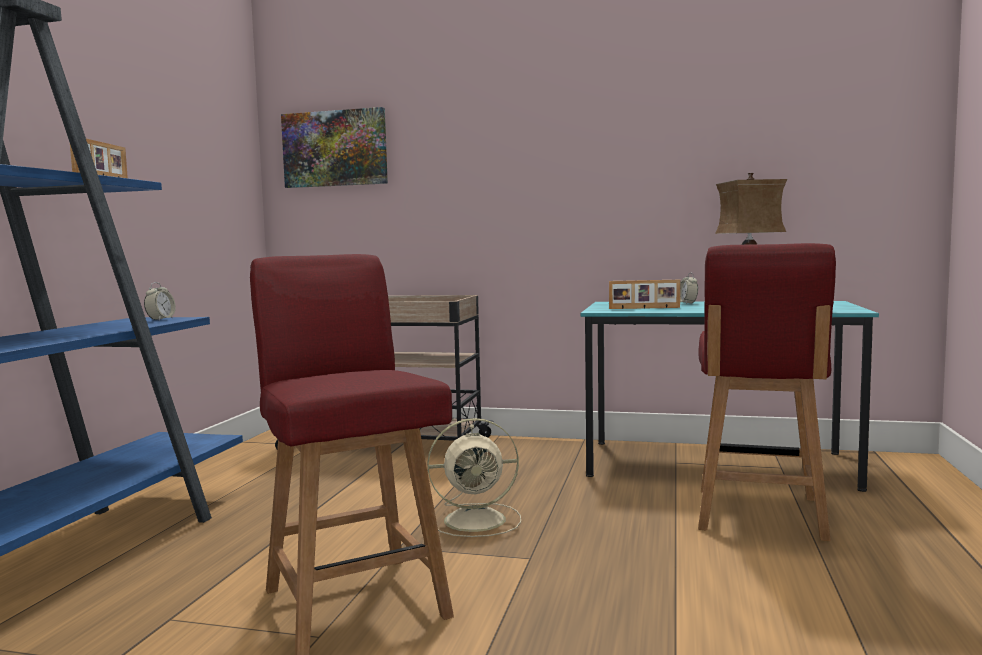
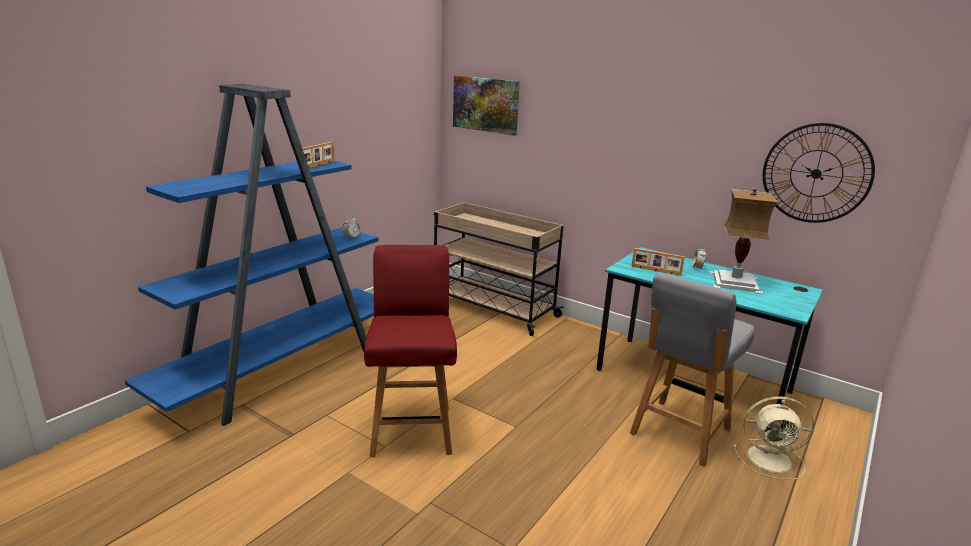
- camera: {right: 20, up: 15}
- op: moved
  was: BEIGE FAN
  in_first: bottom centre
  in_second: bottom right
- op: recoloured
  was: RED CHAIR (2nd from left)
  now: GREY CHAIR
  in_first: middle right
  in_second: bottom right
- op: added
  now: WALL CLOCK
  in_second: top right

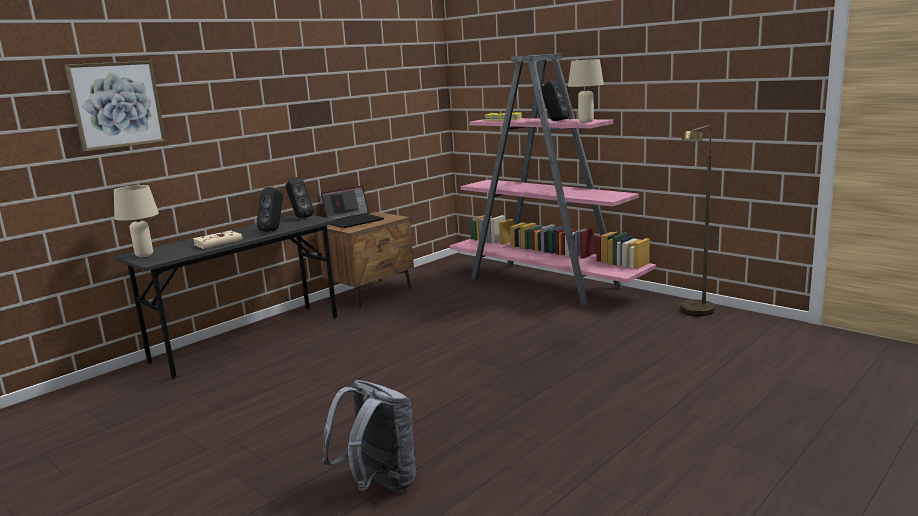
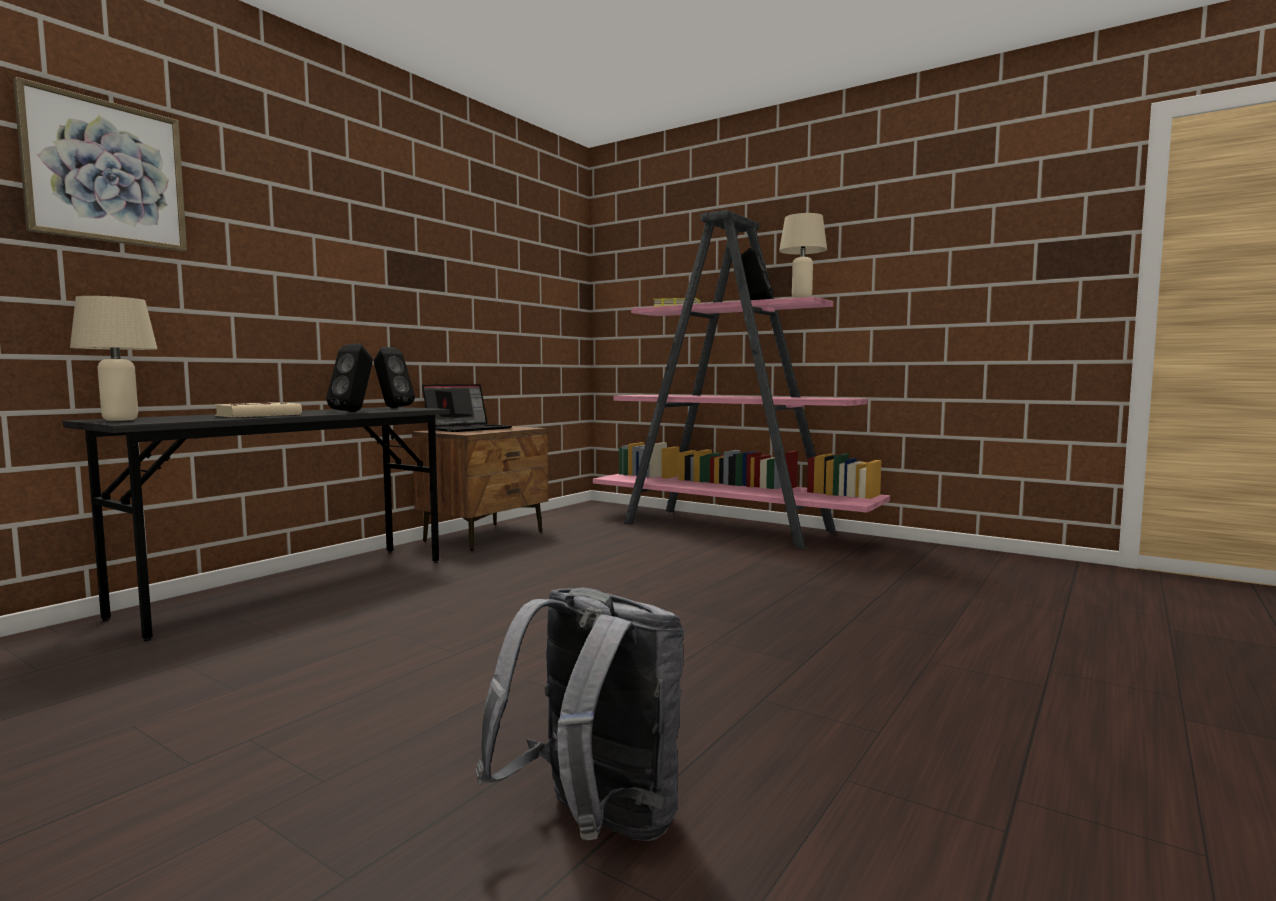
- camera: {right: -10, up: -10}
- op: removed
  was: BROWN FLOOR LAMP
  in_first: middle right

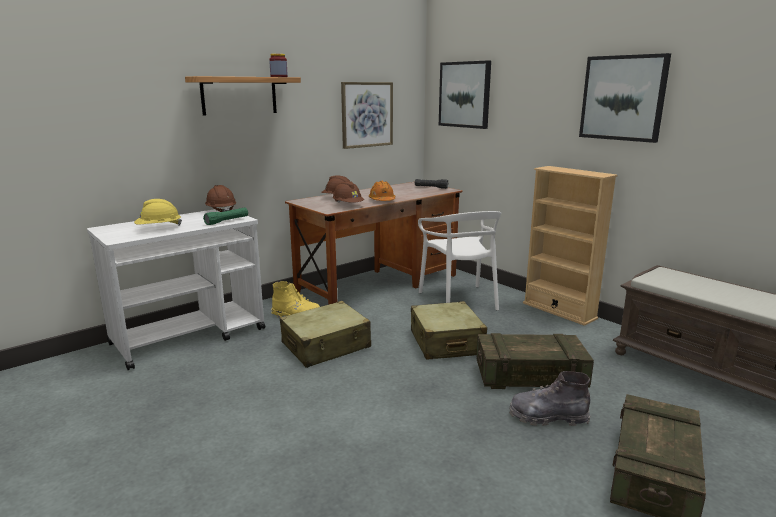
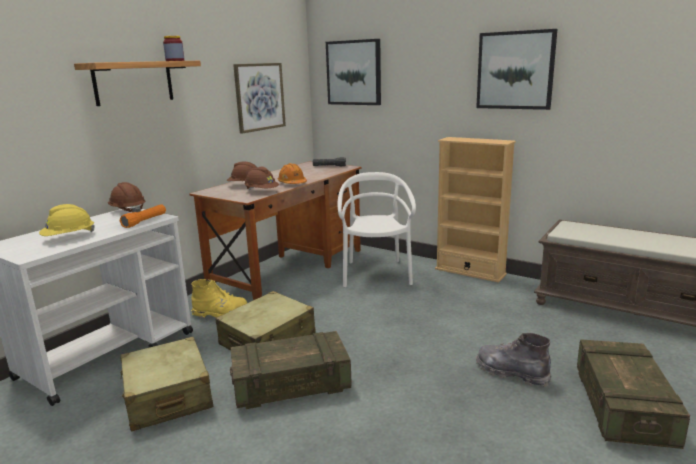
- camera: {right: -15, up: 0}
- op: recoloured
  was: GREEN FLASHLIGHT
  now: ORANGE FLASHLIGHT
  in_first: middle left
  in_second: middle left
- op: moved
  was: BEIGE SUITCASE (2nd from left in the first image)
  now: BEIGE SUITCASE (1st from left)
  in_first: centre
  in_second: bottom left
- op: turned
  was: WHITE CHAIR
  in_first: centre
  in_second: centre
  clockwise: -150
- op: moved
  was: CRATE (1st from left)
  in_first: bottom right
  in_second: bottom centre
- op: turned
  was: GREY BOOT
  in_first: bottom right
  in_second: bottom right
  clockwise: 45

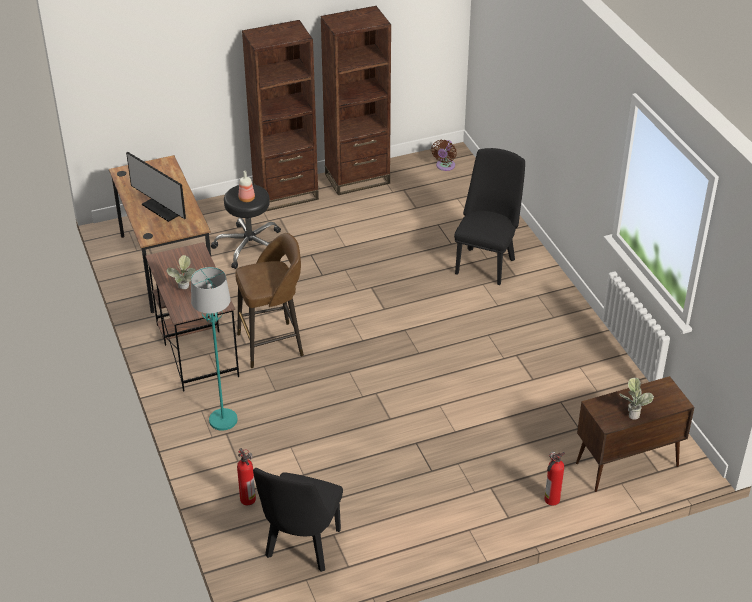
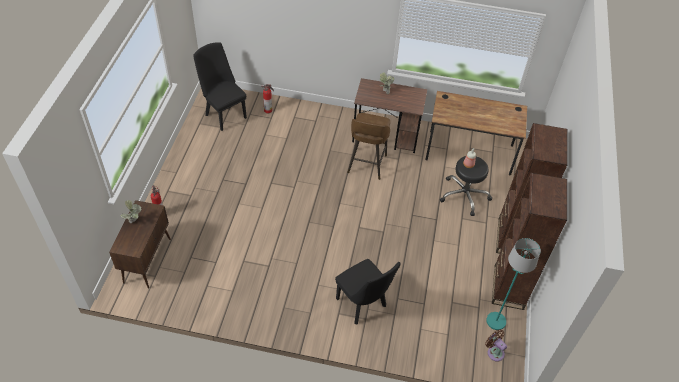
- camera: {right: 120, up: 10}
- op: removed
  was: MONITOR
  in_first: top left
- op: moved
  was: TURQUOISE FLOOR LAMP
  in_first: middle left
  in_second: bottom right

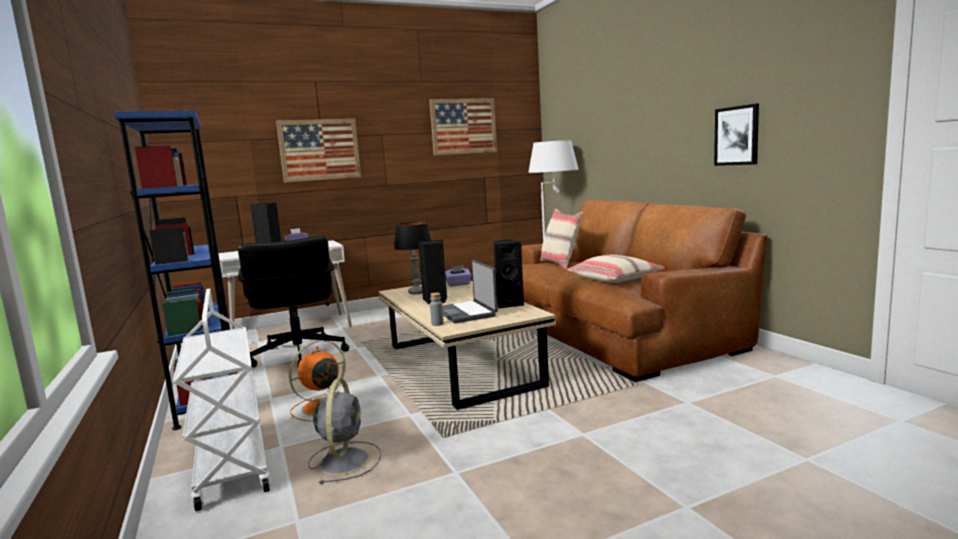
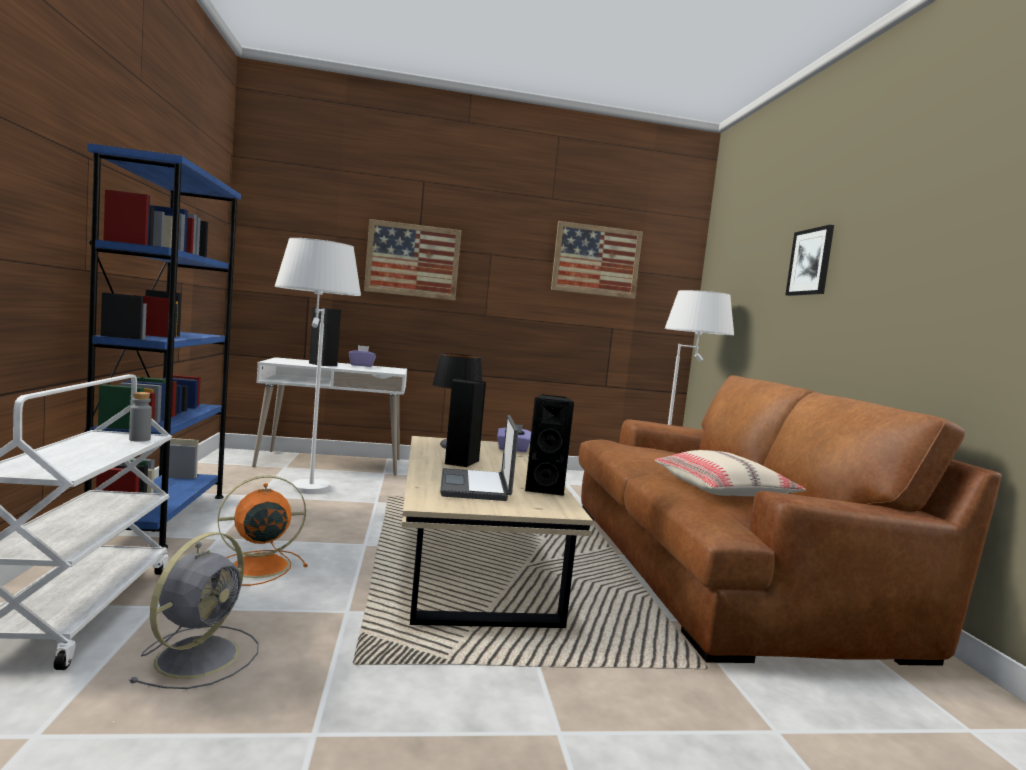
- camera: {right: 15, up: -5}
- op: replaced
  was: BLACK OFFICE CHAIR
  now: WHITE FLOOR LAMP (1st from left)
  in_first: middle left
  in_second: middle left
- op: moved
  was: GREY BOTTLE
  in_first: centre
  in_second: middle left
- op: removed
  was: BEIGE PILLOW (1st from left)
  in_first: centre
- op: moved
  was: PICTURE (3rd from left)
  in_first: top right
  in_second: middle right

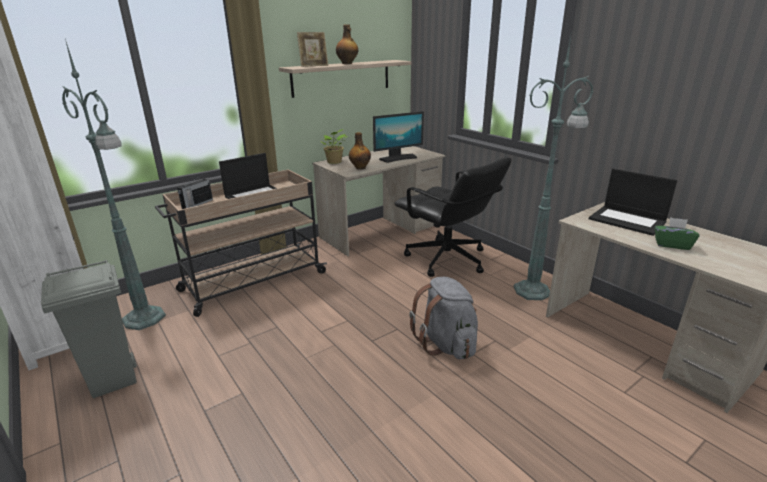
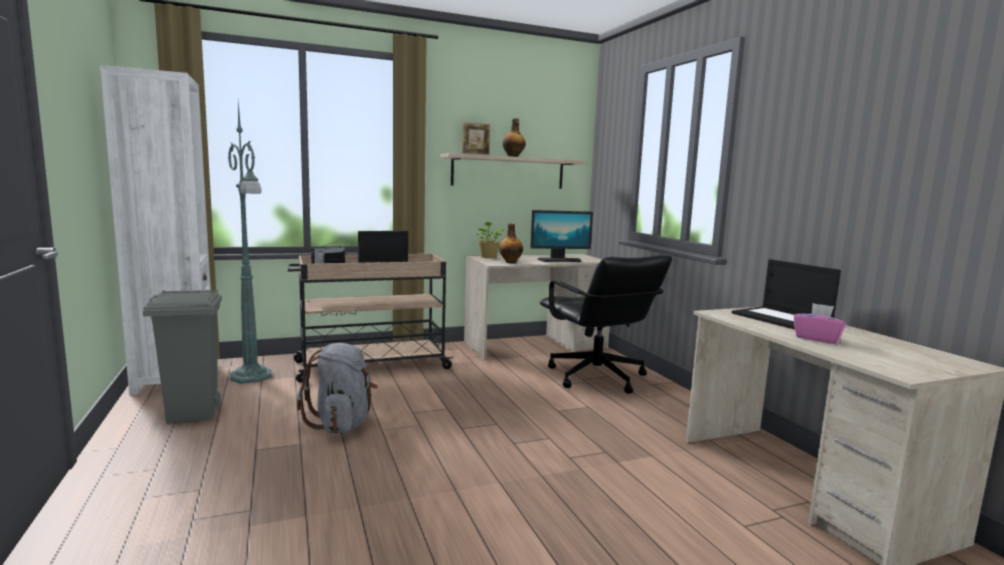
- camera: {right: 15, up: -15}
- op: moved
  was: GREY BACKPACK
  in_first: centre
  in_second: bottom centre
- op: removed
  was: GREEN FLOOR LAMP (2nd from left)
  in_first: middle right
- op: recoloured
  was: GREEN TISSUE BOX
  now: PINK TISSUE BOX
  in_first: middle right
  in_second: middle right

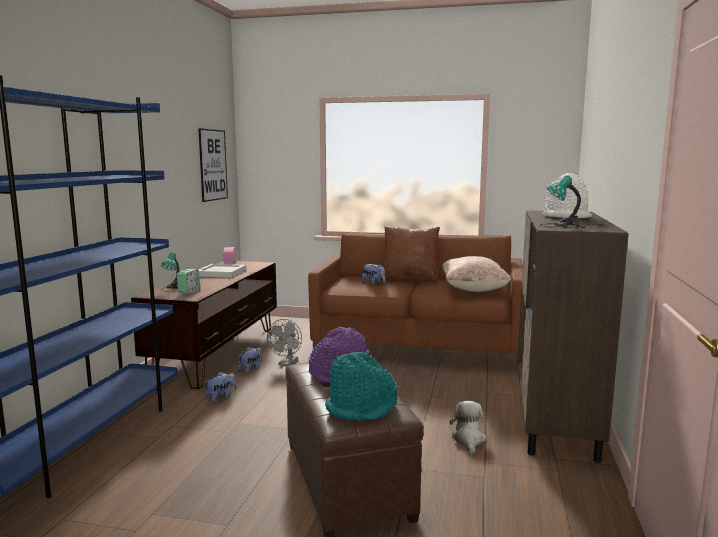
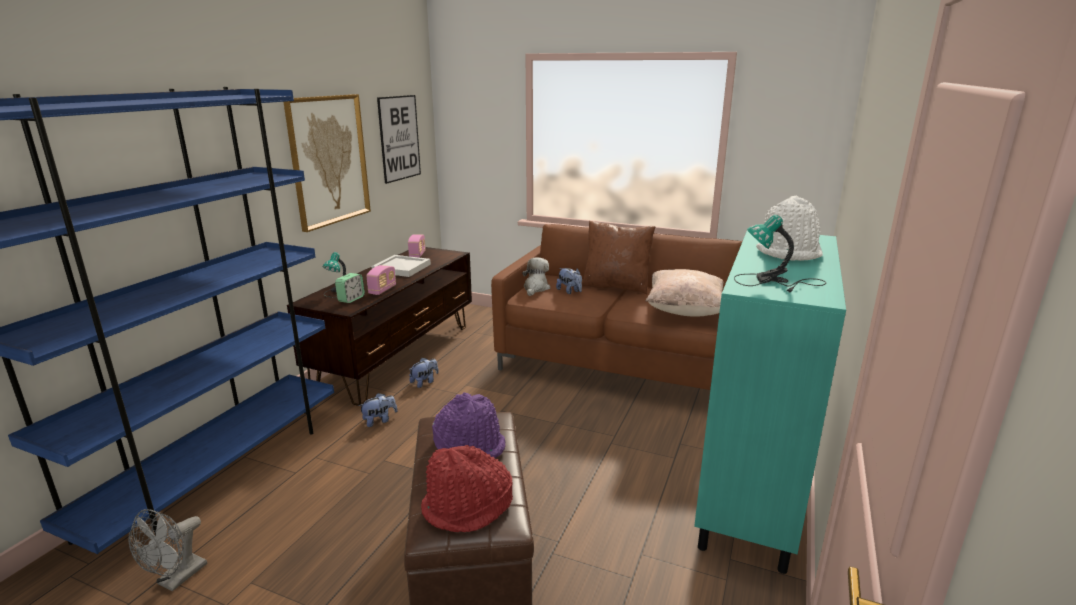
- camera: {right: 10, up: 10}
- op: moved
  was: GREY FAN
  in_first: centre
  in_second: bottom left
- op: recoloured
  was: TURQUOISE HAT
  now: RED HAT
  in_first: bottom centre
  in_second: bottom centre
- op: moved
  was: PLUSH TOY (4th from left in the first image)
  now: PLUSH TOY (3rd from left)
  in_first: bottom centre
  in_second: centre
- op: recoloured
  was: BROWN CABINET
  now: TURQUOISE CABINET
  in_first: middle right
  in_second: middle right
- op: added
  now: PICTURE (1st from left)
  in_second: top left
- op: added
  now: RADIO (1st from left)
  in_second: centre

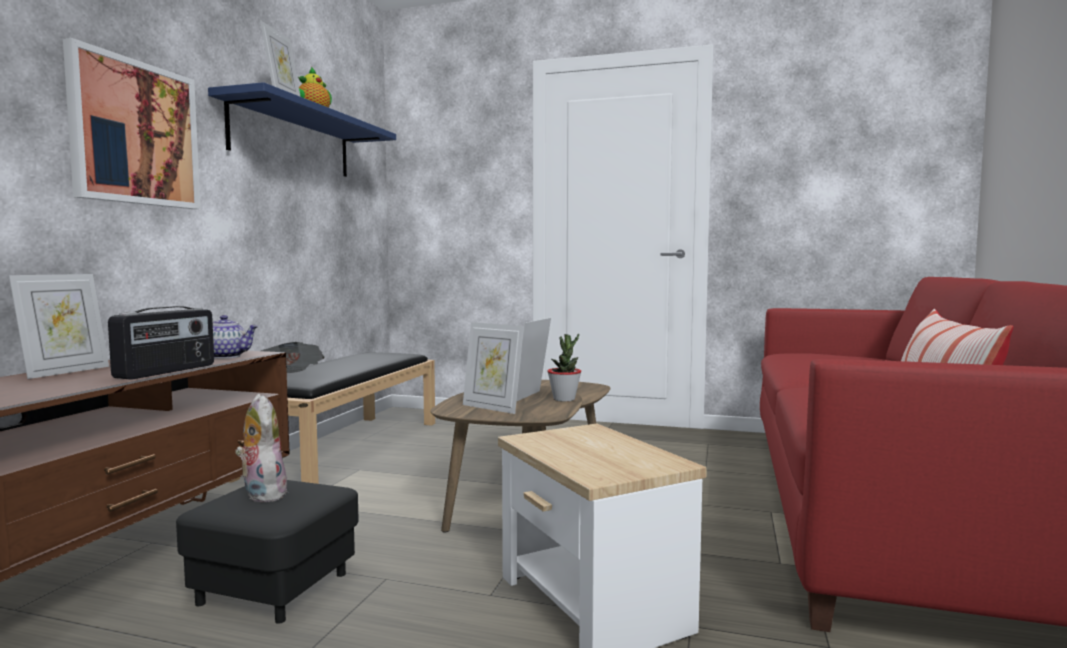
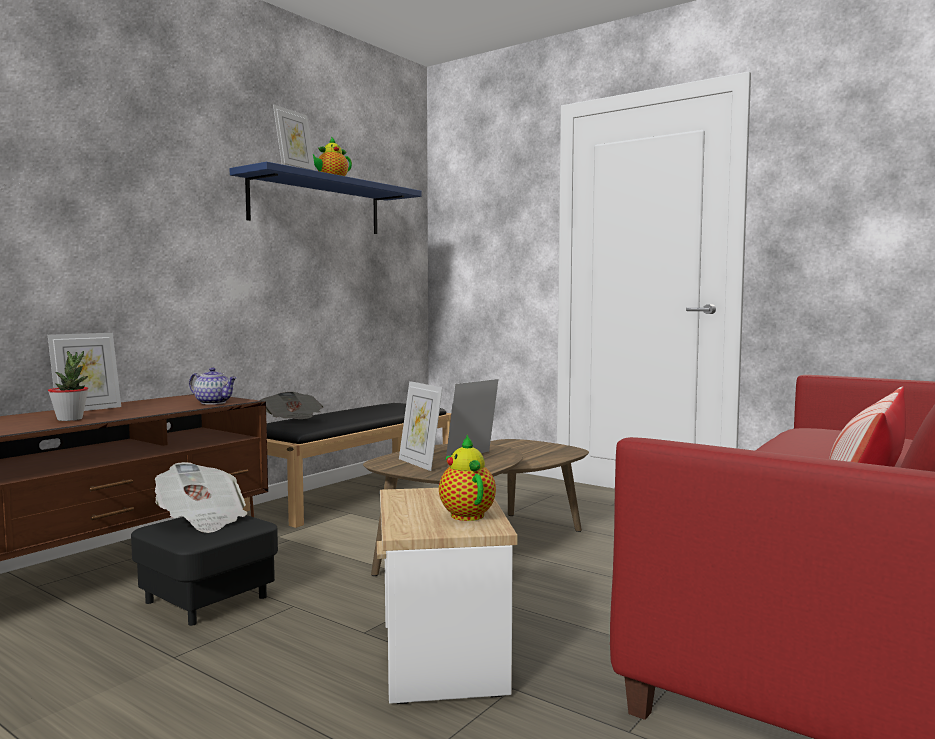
- camera: {right: 20, up: 0}
- op: removed
  was: PICTURE
  in_first: top left
- op: removed
  was: RADIO
  in_first: middle left
- op: replaced
  was: PLUSH TOY
  now: NEWSPAPER (1st from left)
  in_first: bottom left
  in_second: bottom left
- op: moved
  was: POTTED PLANT
  in_first: centre
  in_second: middle left
- op: added
  now: TEAPOT (3rd from left)
  in_second: centre

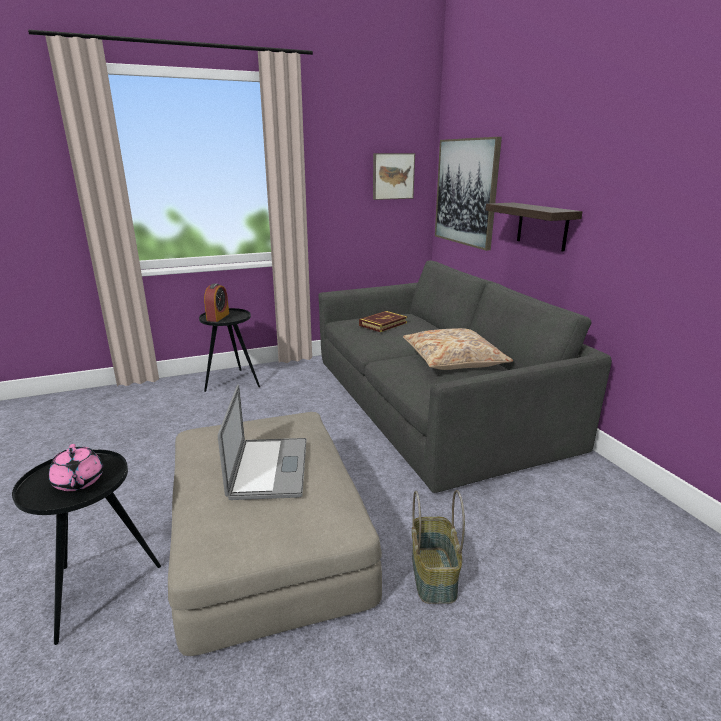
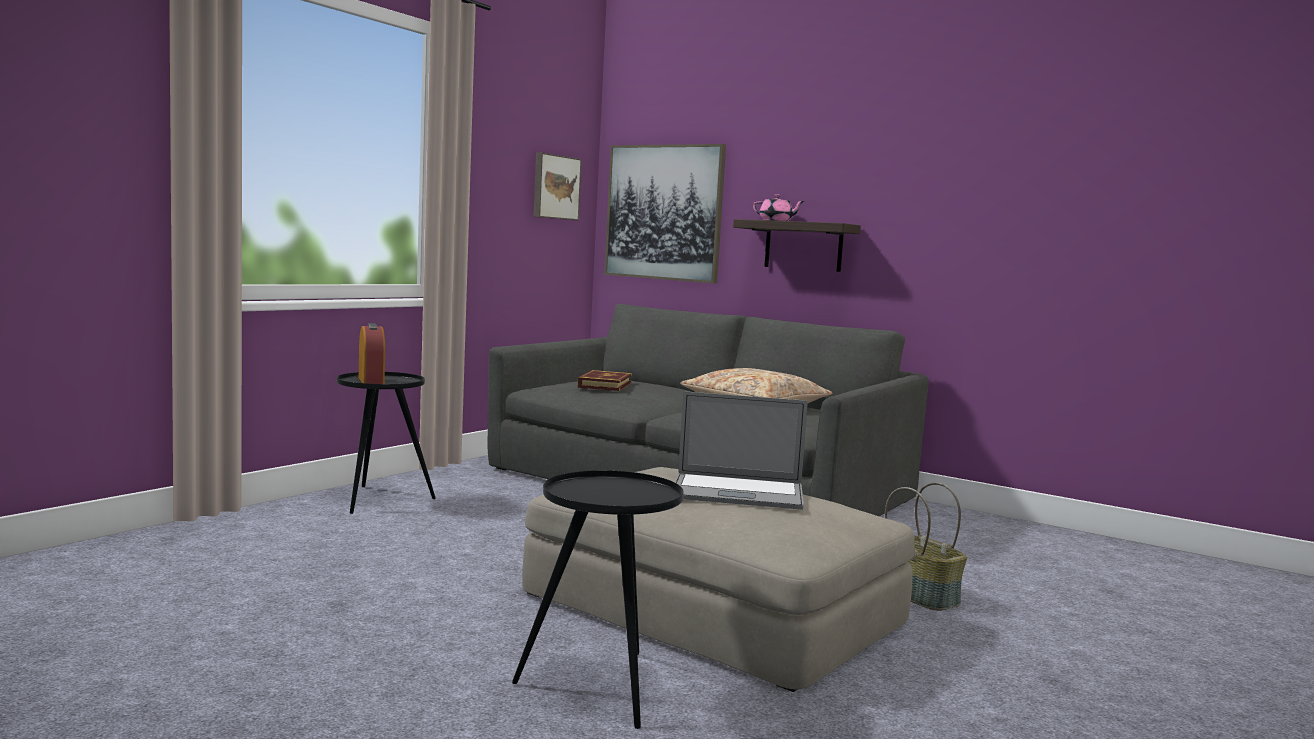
- camera: {right: -35, up: -15}
- op: moved
  was: PINK TEAPOT
  in_first: middle left
  in_second: top centre
- op: turned
  was: LAPTOP
  in_first: centre
  in_second: centre
  clockwise: 135

